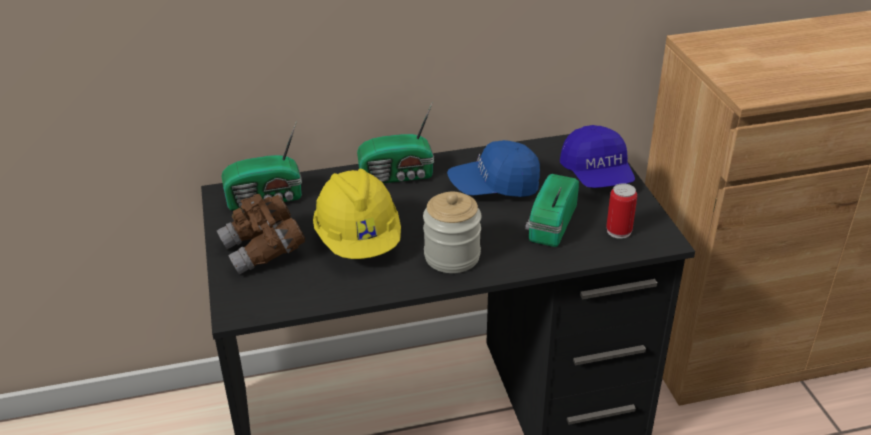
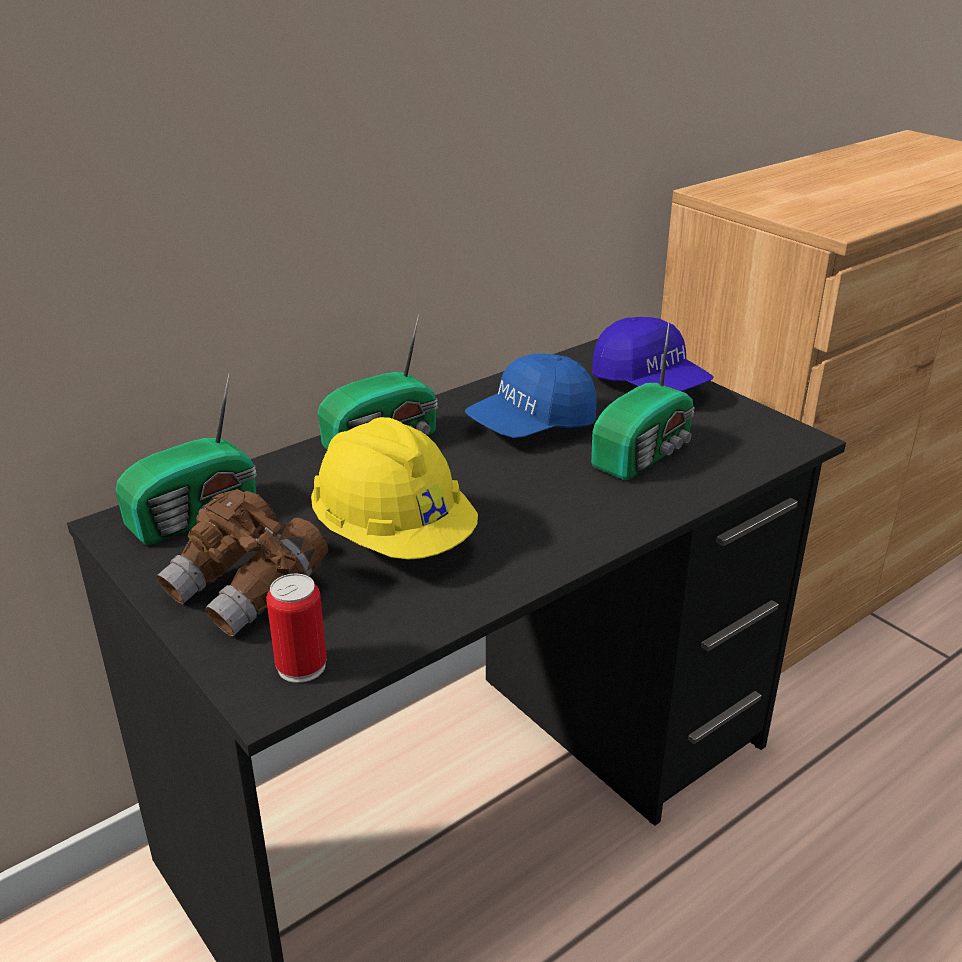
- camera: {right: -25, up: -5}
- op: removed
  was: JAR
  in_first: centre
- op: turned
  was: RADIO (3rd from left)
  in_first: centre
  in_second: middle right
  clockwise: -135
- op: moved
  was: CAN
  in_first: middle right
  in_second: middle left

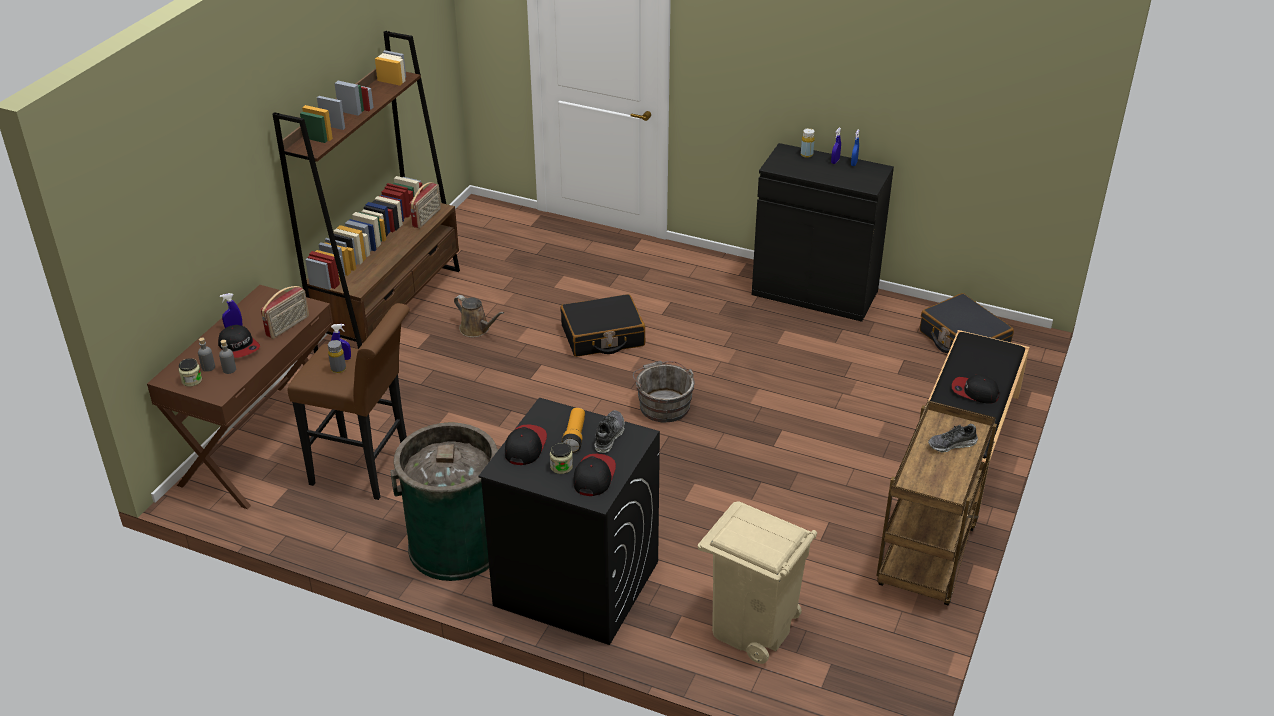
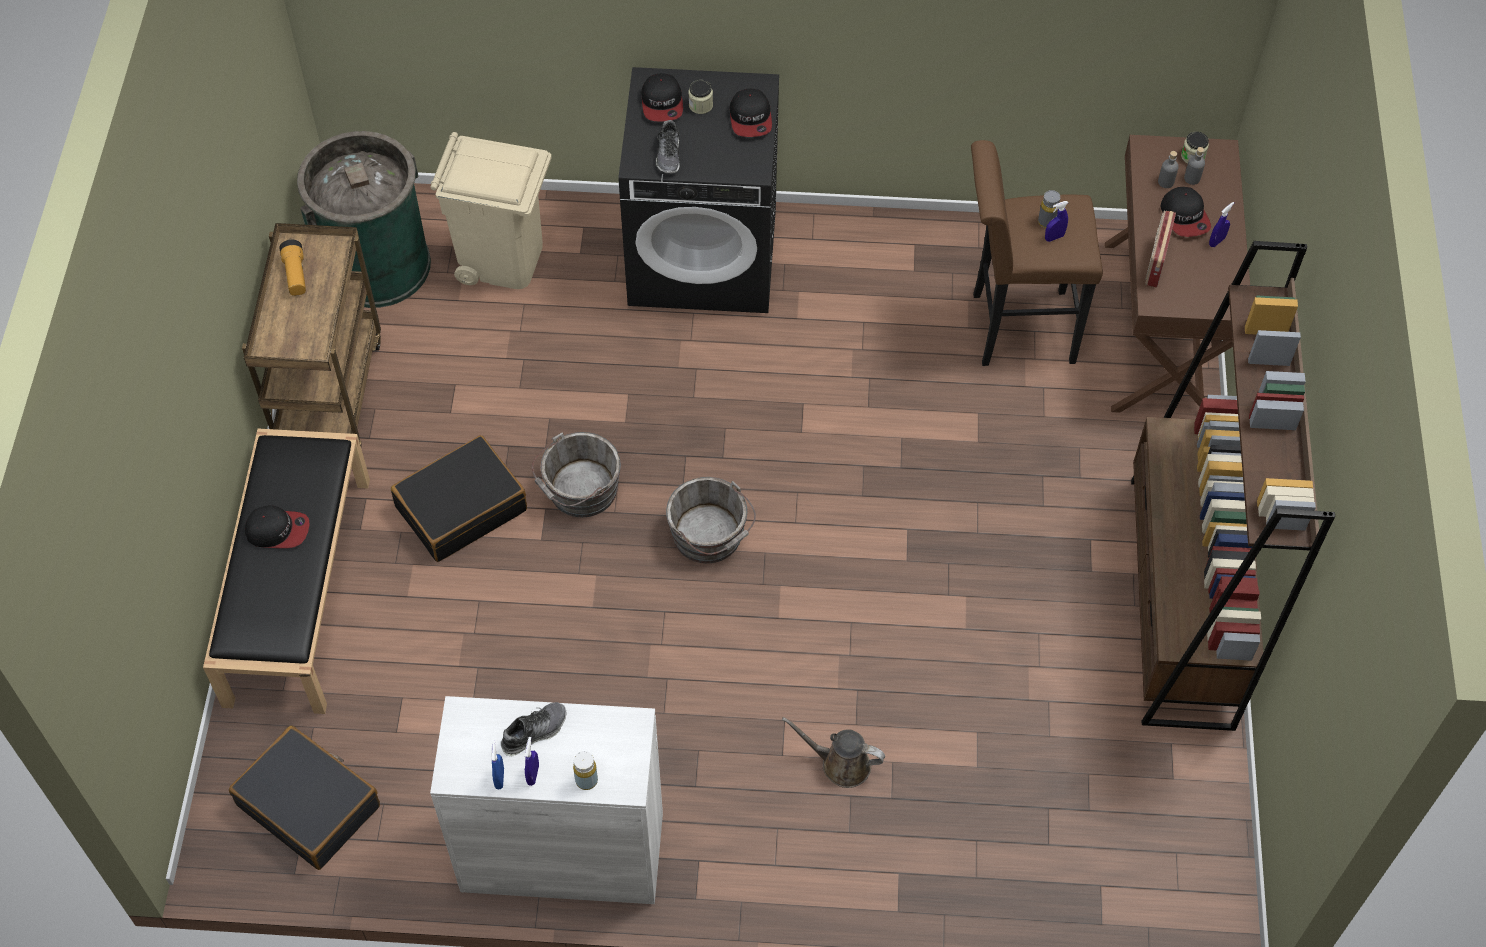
- camera: {right: 160, up: 20}
- op: turned
  was: CAP (1st from left in the first image)
  in_first: middle left
  in_second: top right
  clockwise: -135
- op: moved
  was: GREEN TRASH CAN
  in_first: bottom centre
  in_second: top left
- op: removed
  was: RADIO (2nd from left)
  in_first: top centre
- op: moved
  was: BROWN WATERING CAN
  in_first: centre
  in_second: bottom centre
- op: moved
  was: BLACK SUITCASE (1st from left in the first image)
  now: BLACK SUITCASE (2nd from left)
  in_first: centre
  in_second: middle left
- op: moved
  was: FLASHLIGHT
  in_first: centre
  in_second: top left
- op: recoloured
  was: BLACK CABINET
  now: WHITE CABINET
  in_first: top centre
  in_second: bottom centre
- op: moved
  was: SHOE (2nd from left in the first image)
  now: SHOE (1st from left)
  in_first: middle right
  in_second: bottom centre
- op: added
  now: GREY BUCKET (1st from left)
  in_second: centre

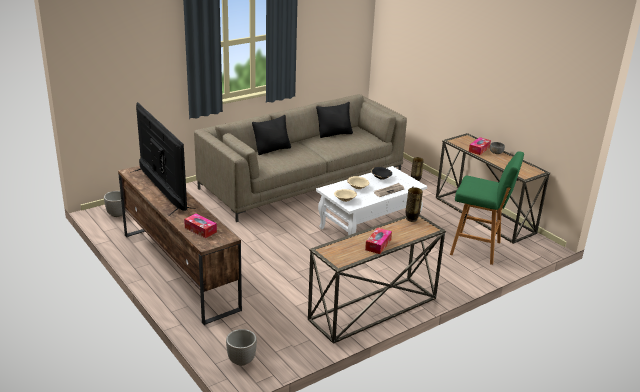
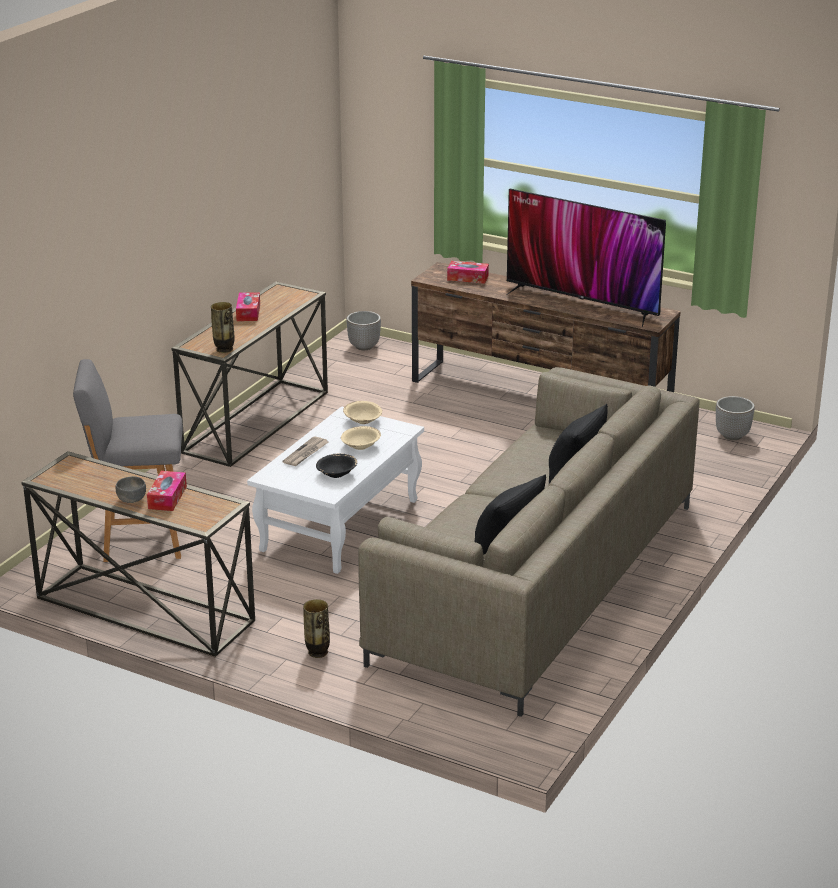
- camera: {right: 155, up: 0}
- op: recoloured
  was: GREEN STOOL
  now: GREY STOOL
  in_first: middle right
  in_second: middle left

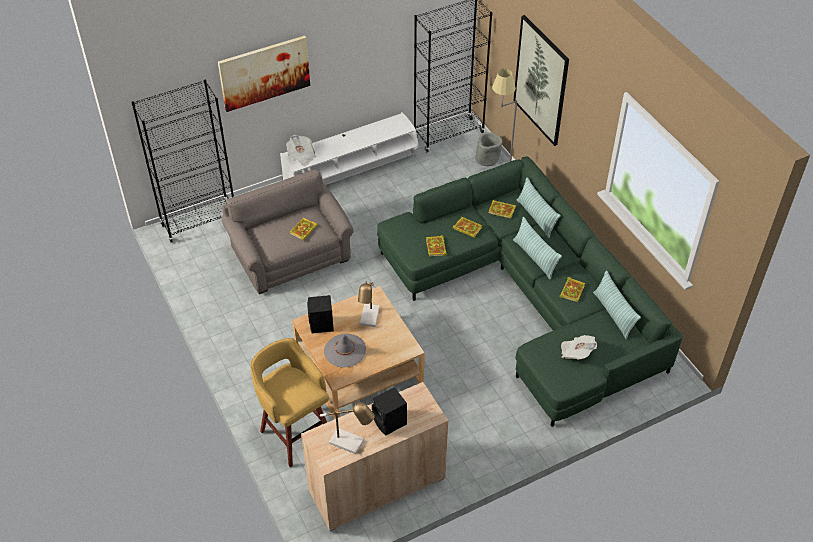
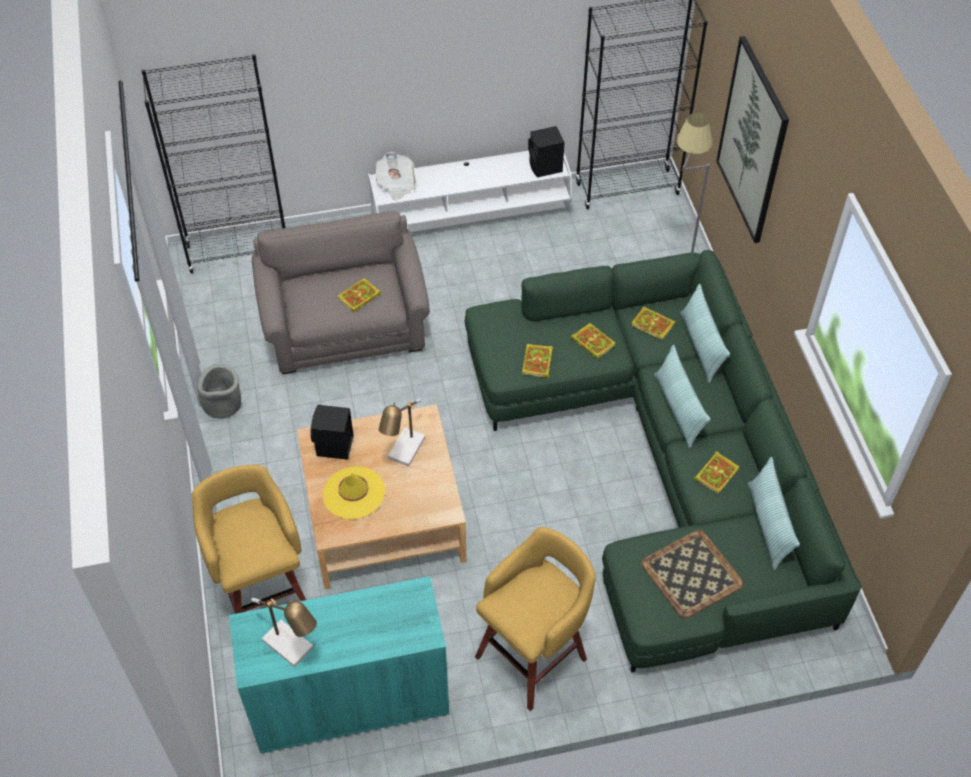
- camera: {right: 15, up: 5}
- op: removed
  was: PICTURE (1st from left)
  in_first: top left
- op: recoloured
  was: BEIGE CABINET
  now: TURQUOISE CABINET
  in_first: bottom centre
  in_second: bottom centre
- op: recoloured
  was: GREY HAT
  now: YELLOW HAT
  in_first: centre
  in_second: centre
- op: moved
  was: BLACK SPEAKER (2nd from left)
  in_first: bottom centre
  in_second: top centre
- op: moved
  was: GREY PLANTER
  in_first: top centre
  in_second: middle left
- op: replaced
  was: NEWSPAPER (2nd from left)
  now: TRAY
  in_first: middle right
  in_second: bottom right
- op: added
  now: YELLOW STOOL (2nd from left)
  in_second: bottom centre

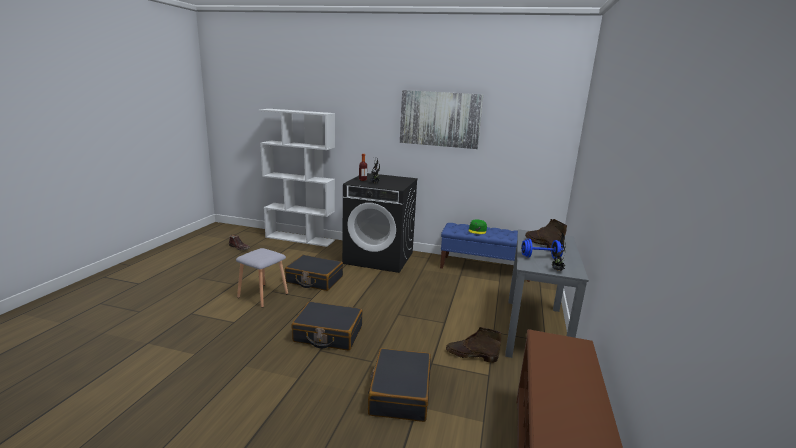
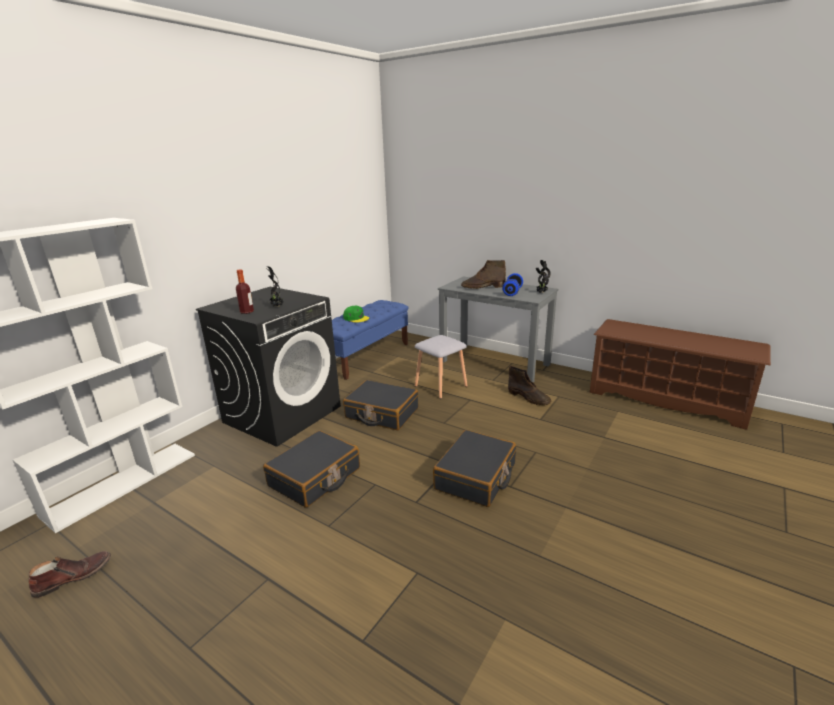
- camera: {right: -70, up: 5}
- op: moved
  was: GREY STOOL
  in_first: middle left
  in_second: centre
- op: moved
  was: BLACK SUITCASE (3rd from left in the first image)
  now: BLACK SUITCASE (2nd from left)
  in_first: bottom centre
  in_second: centre
- op: removed
  was: PICTURE
  in_first: top centre
- op: turned
  was: BROWN BOOT (2nd from left in the first image)
  in_first: bottom centre
  in_second: centre
  clockwise: -75

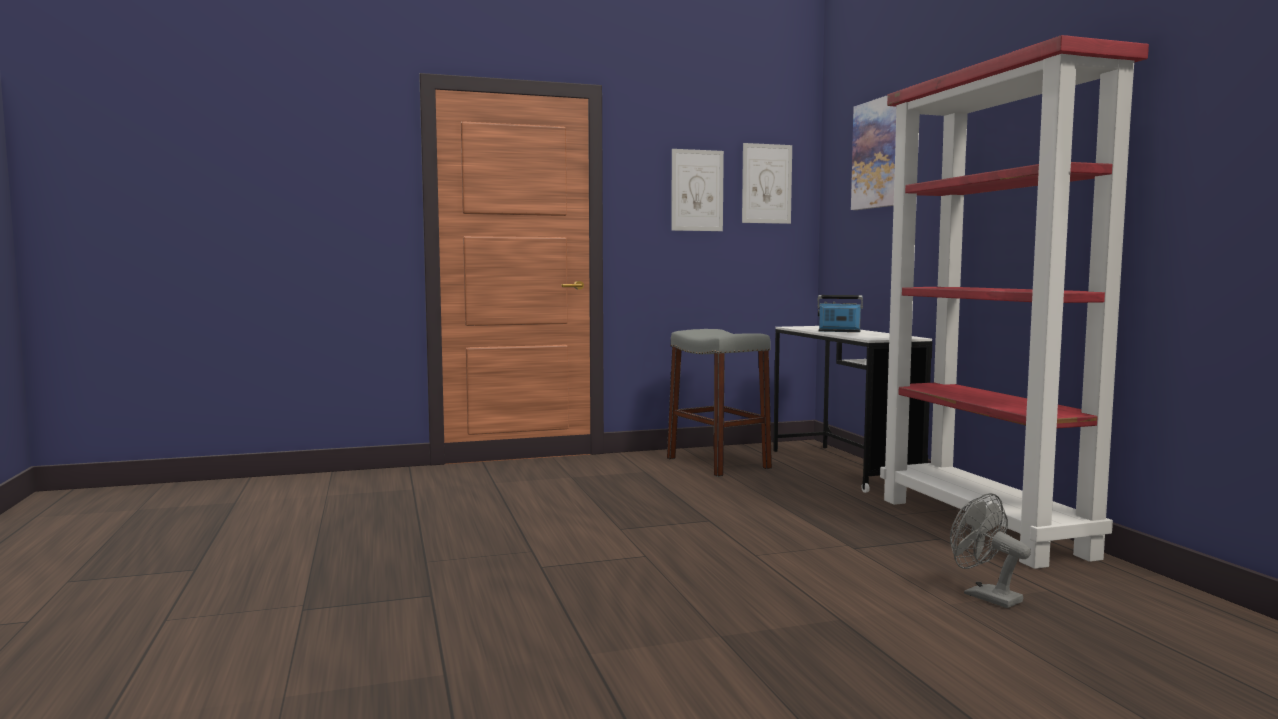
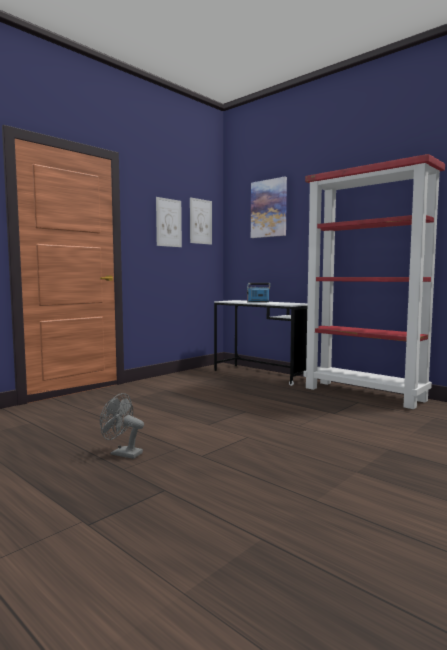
- camera: {right: -30, up: 0}
- op: removed
  was: GREY STOOL
  in_first: centre
- op: moved
  was: GREY FAN
  in_first: bottom right
  in_second: middle left

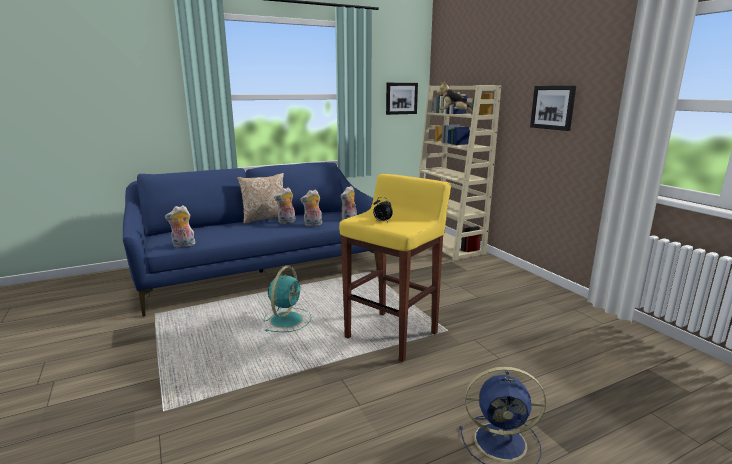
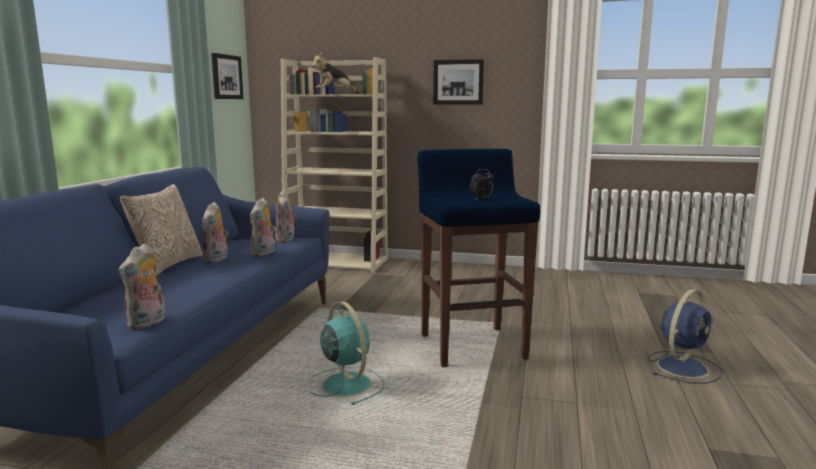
- camera: {right: -50, up: -5}
- op: recoloured
  was: YELLOW STOOL
  now: BLUE STOOL
  in_first: centre
  in_second: centre

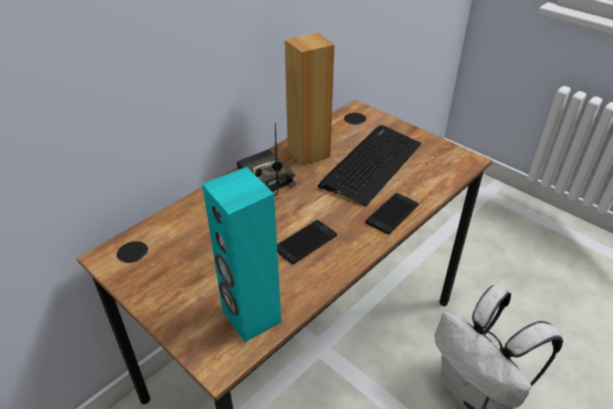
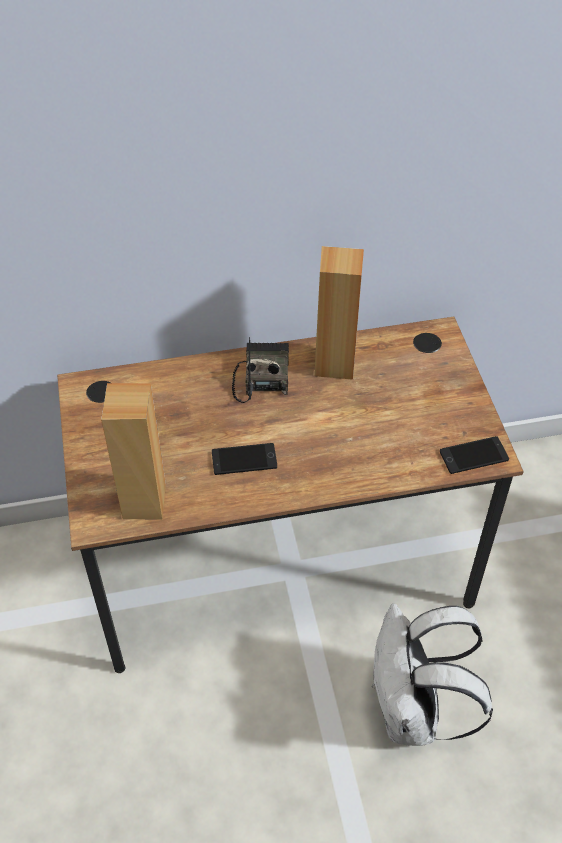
- camera: {right: 35, up: 10}
- op: recoloured
  was: TURQUOISE SPEAKER
  now: BROWN SPEAKER (1st from left)
  in_first: centre
  in_second: middle left
- op: removed
  was: KEYBOARD
  in_first: centre
- op: moved
  was: PHONE (2nd from left)
  in_first: centre
  in_second: middle right

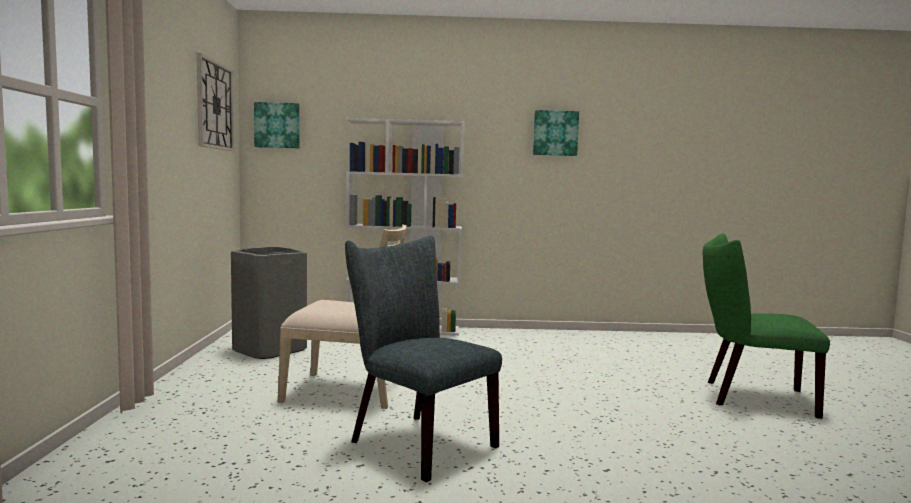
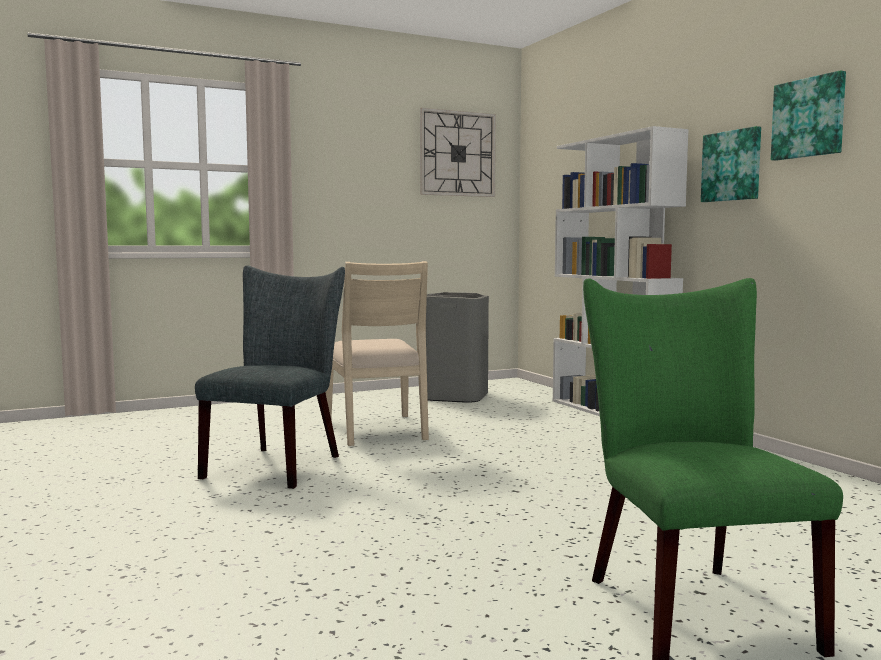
- camera: {right: 65, up: 0}
- op: moved
  was: PICTURE (1st from left)
  in_first: top left
  in_second: top right

